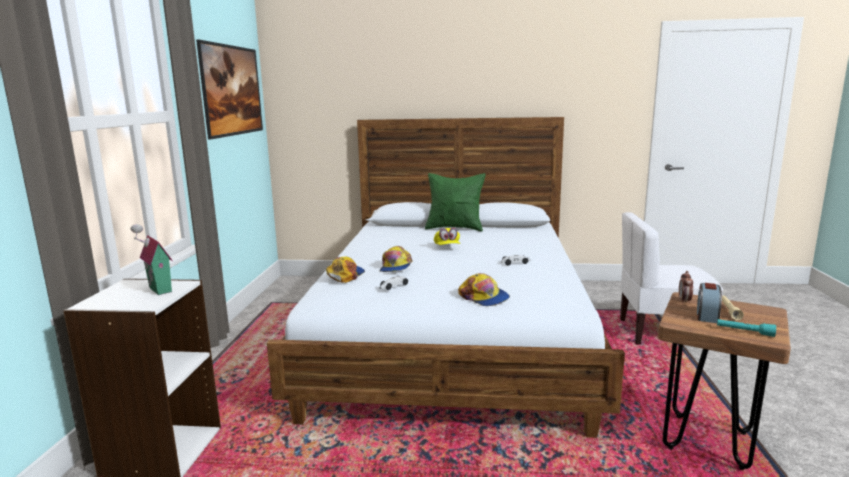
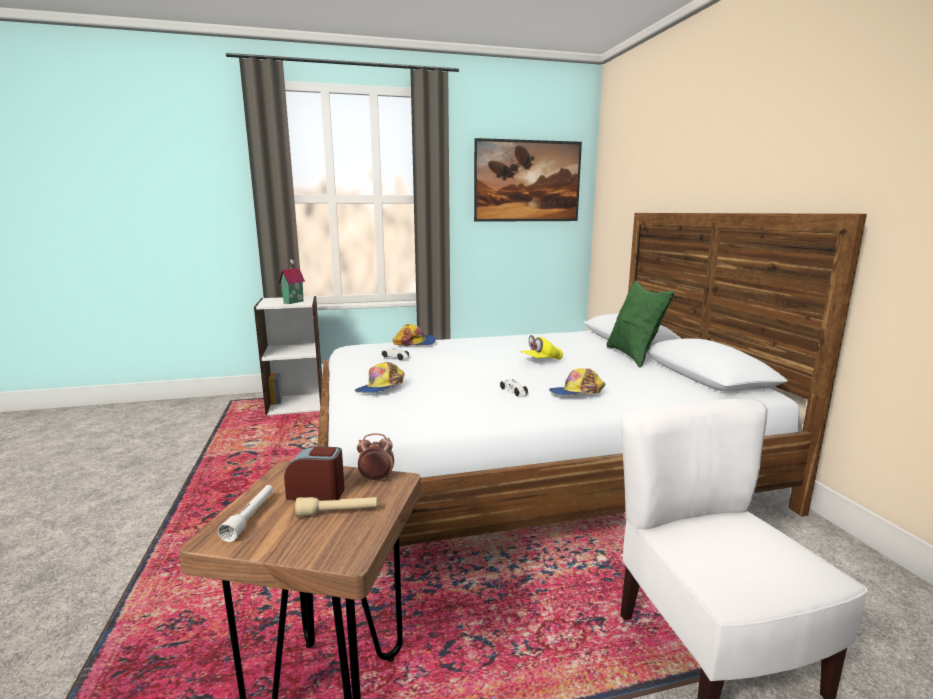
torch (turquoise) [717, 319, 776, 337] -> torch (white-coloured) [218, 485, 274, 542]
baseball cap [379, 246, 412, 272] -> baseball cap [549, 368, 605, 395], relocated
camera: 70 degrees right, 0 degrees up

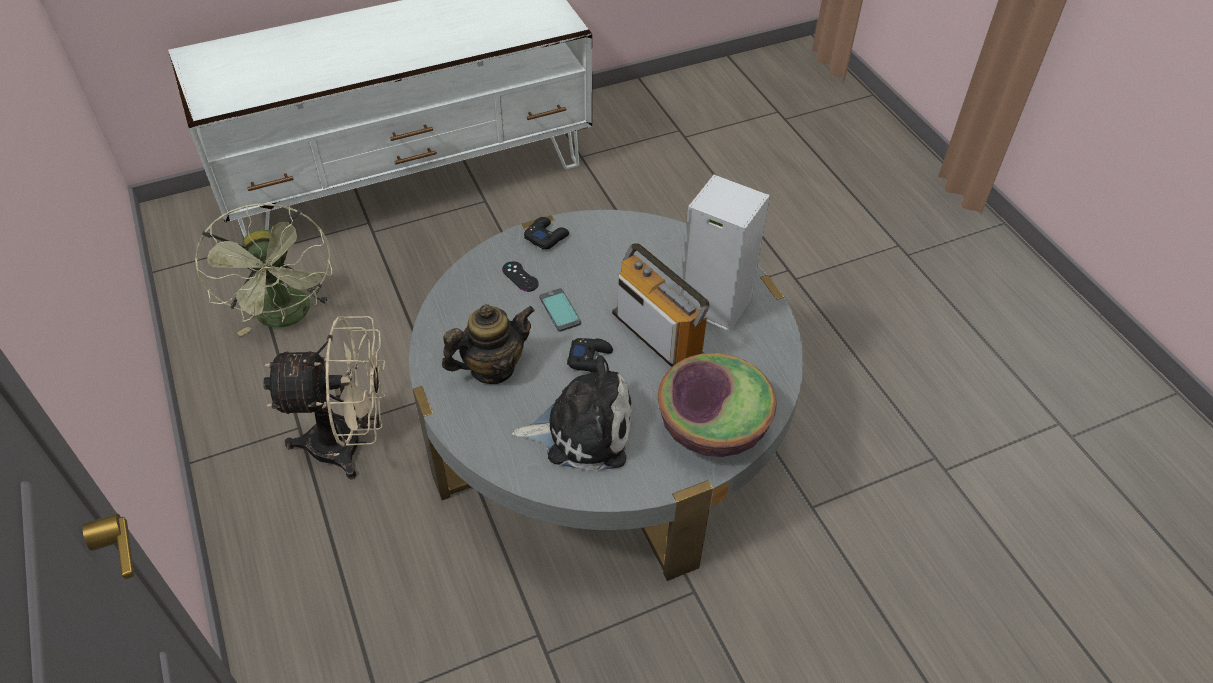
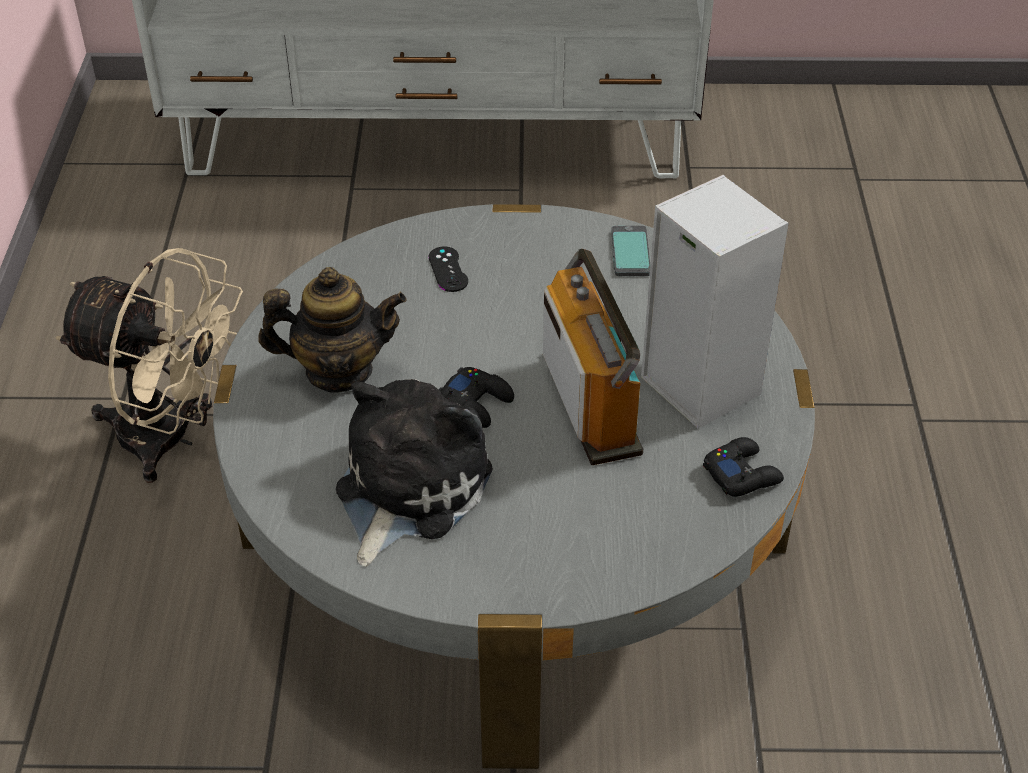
soft toy [512, 355, 632, 472] -> soft toy [336, 379, 493, 567], 90 degrees counterclockwise
telephone [540, 288, 581, 332] -> telephone [611, 226, 650, 276], relocated
gamepad (black) [524, 217, 569, 249] -> gamepad (black) [703, 437, 784, 497], relocated
cooling fan (green-coloured) [195, 203, 333, 336] -> none
serving bowl [658, 353, 777, 457] -> none
camera: 25 degrees right, 5 degrees down

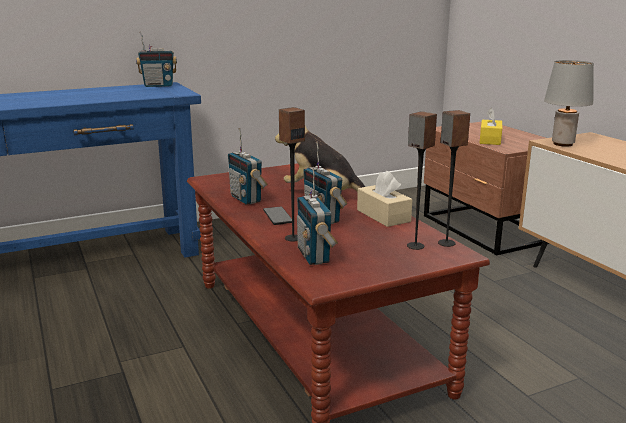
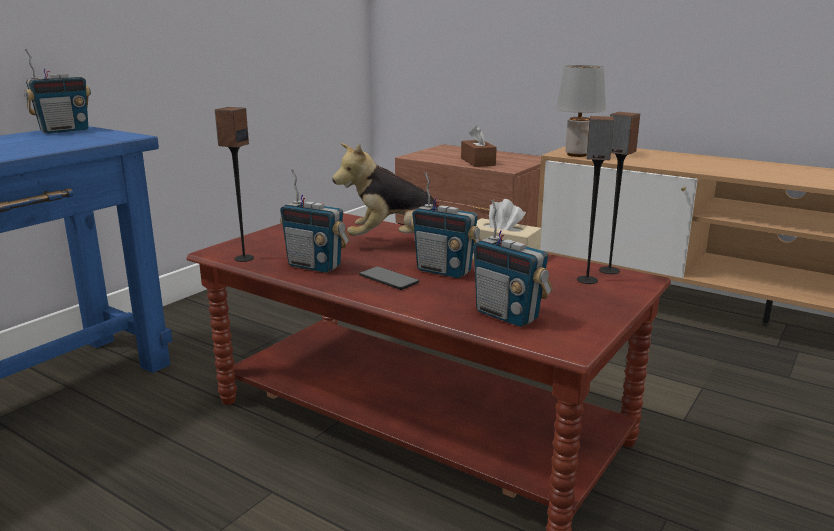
loudspeaker [279, 107, 305, 242] -> loudspeaker [215, 107, 254, 262], relocated
tissue holder (yellow) [480, 108, 502, 145] -> tissue holder (brownish) [461, 126, 497, 167]
camera: 30 degrees left, 0 degrees up

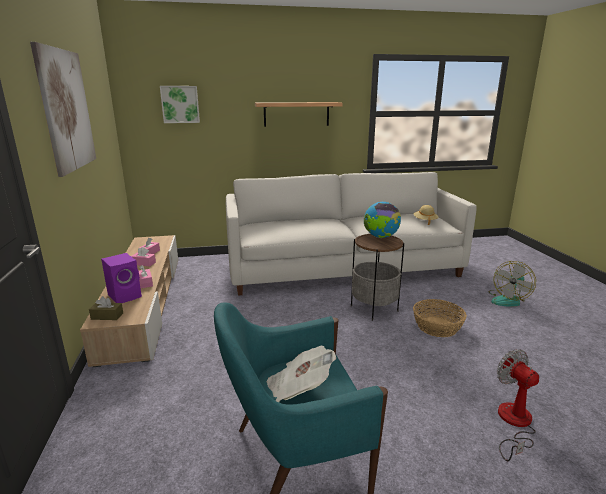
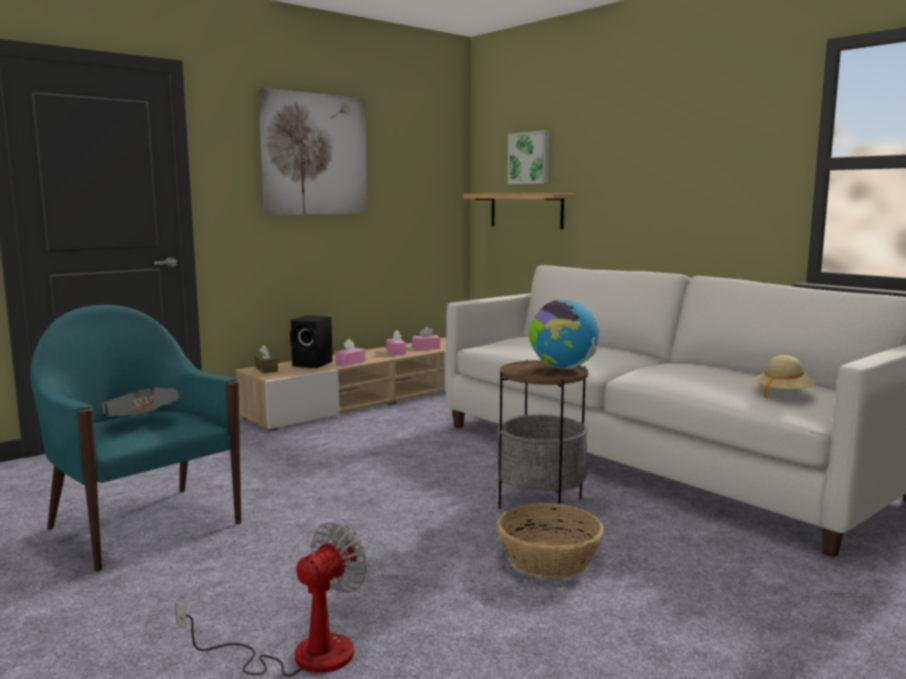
loudspeaker (purple-coloured) [101, 253, 142, 303] -> loudspeaker (black) [290, 315, 333, 368]
shelf [255, 102, 343, 127] -> shelf [463, 193, 574, 229], relocated
cooling fan [489, 261, 536, 307] -> none
camera: 60 degrees right, 10 degrees down

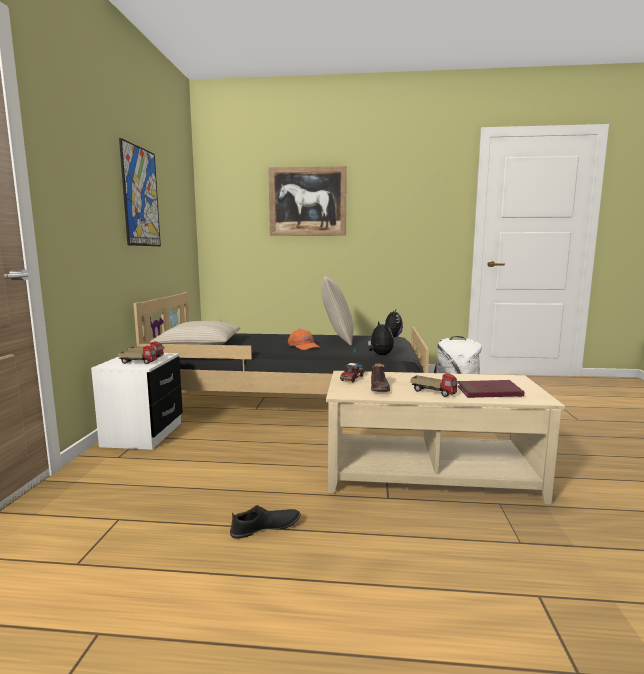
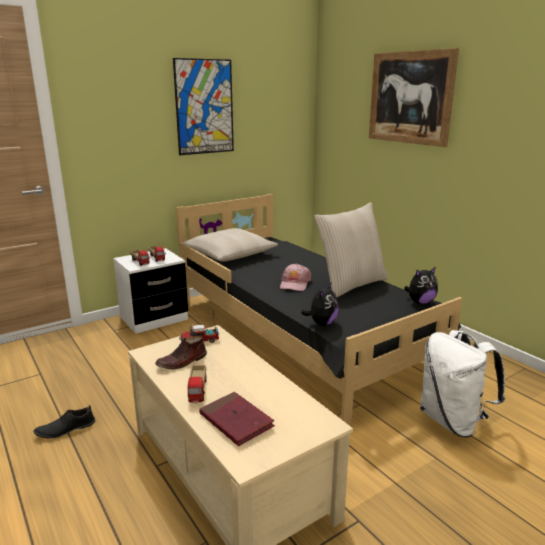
item of footwear (black) [230, 505, 300, 539] -> item of footwear (black) [33, 405, 95, 438], 120 degrees clockwise
baseball cap (orange-coloured) [288, 329, 320, 350] -> baseball cap (pinkish) [280, 263, 311, 291]
camera: 50 degrees right, 10 degrees up

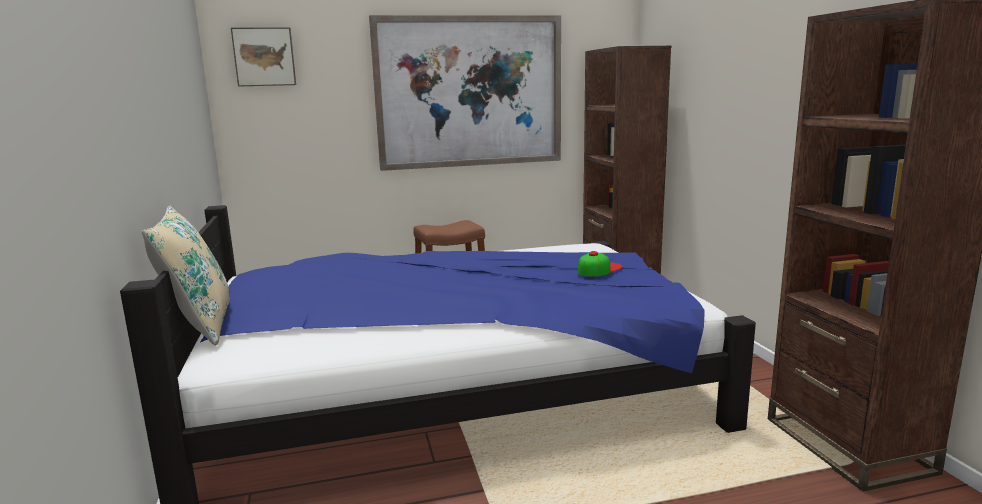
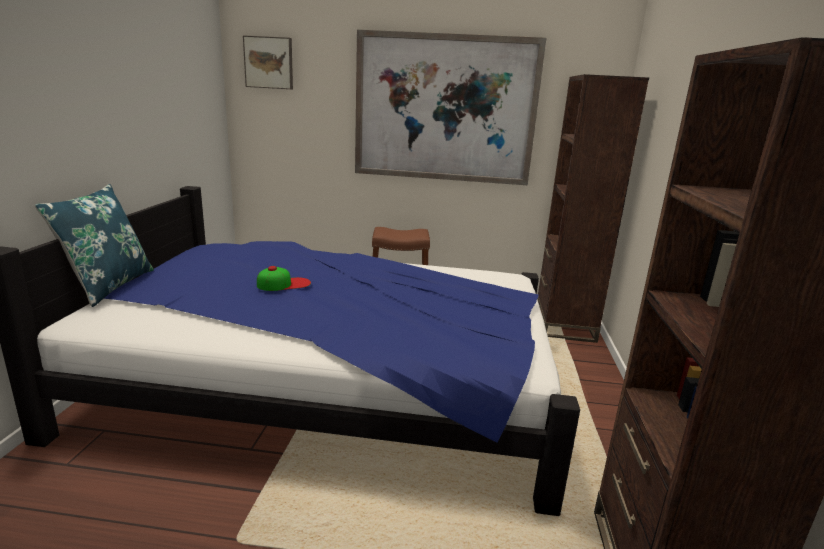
pillow (sand-coloured) [142, 206, 230, 346] -> pillow (bluish) [35, 184, 154, 307]
baseball cap [578, 251, 623, 277] -> baseball cap [257, 266, 311, 291], relocated
camera: 20 degrees right, 5 degrees up

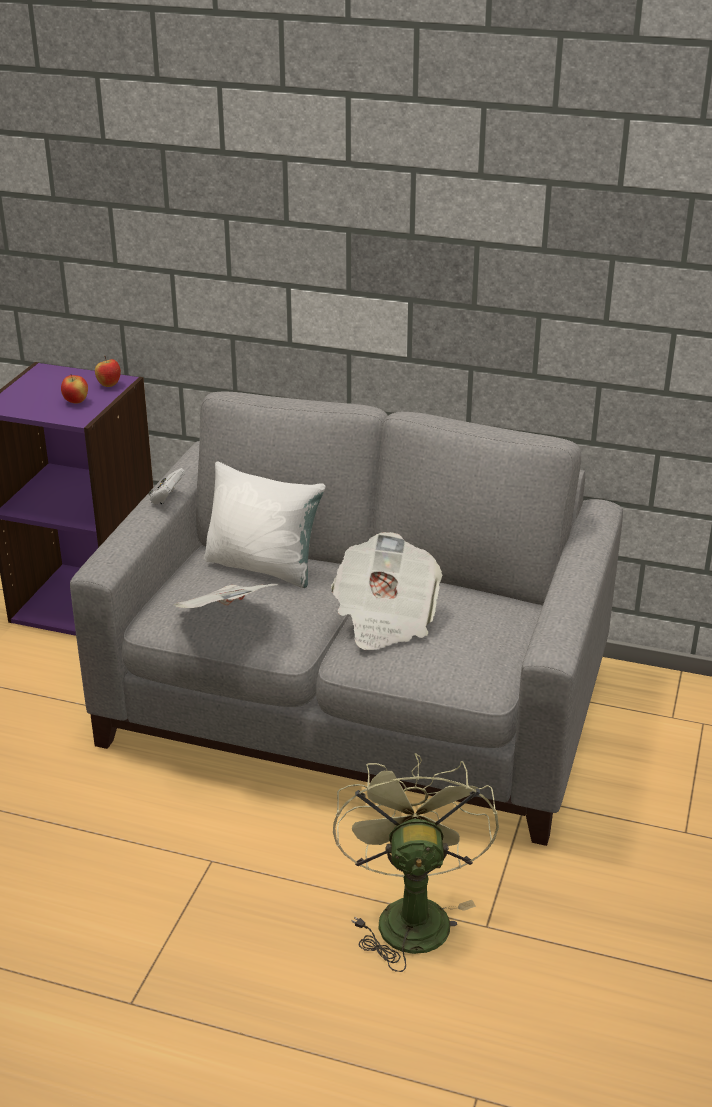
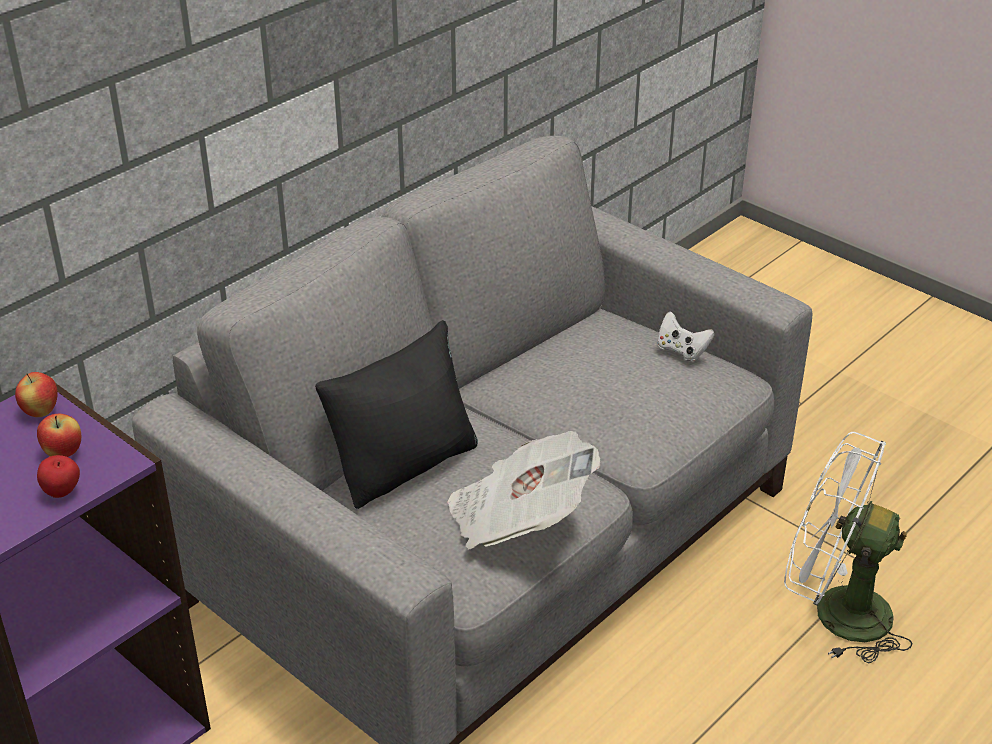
none -> apple fruit [37, 455, 80, 498]
pillow (white-coloured) [204, 461, 326, 588] -> pillow (black) [315, 320, 478, 509]
gamepad (white-coloured) [149, 468, 185, 505] -> gamepad (white-coloured) [657, 311, 714, 361], relocated
cooling fan (green-coloured) [333, 753, 499, 972] -> cooling fan (white-coloured) [784, 432, 912, 664]
printed paper [331, 532, 442, 650] -> none
camera: 65 degrees left, 5 degrees up

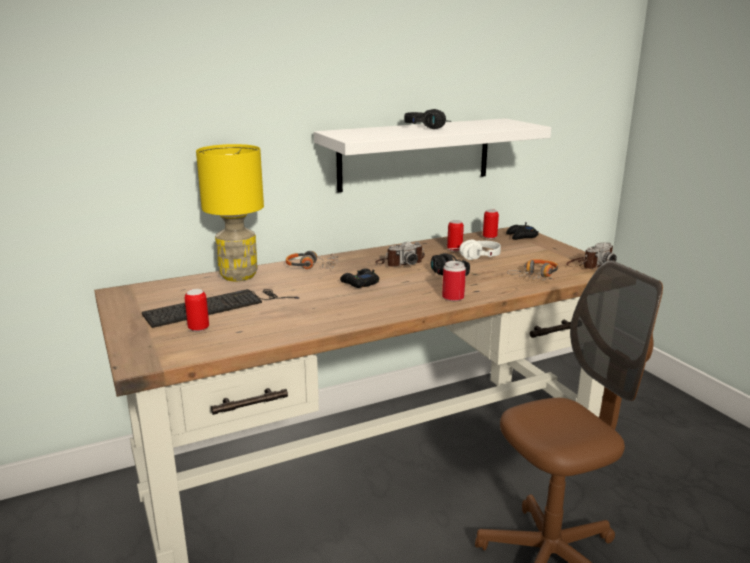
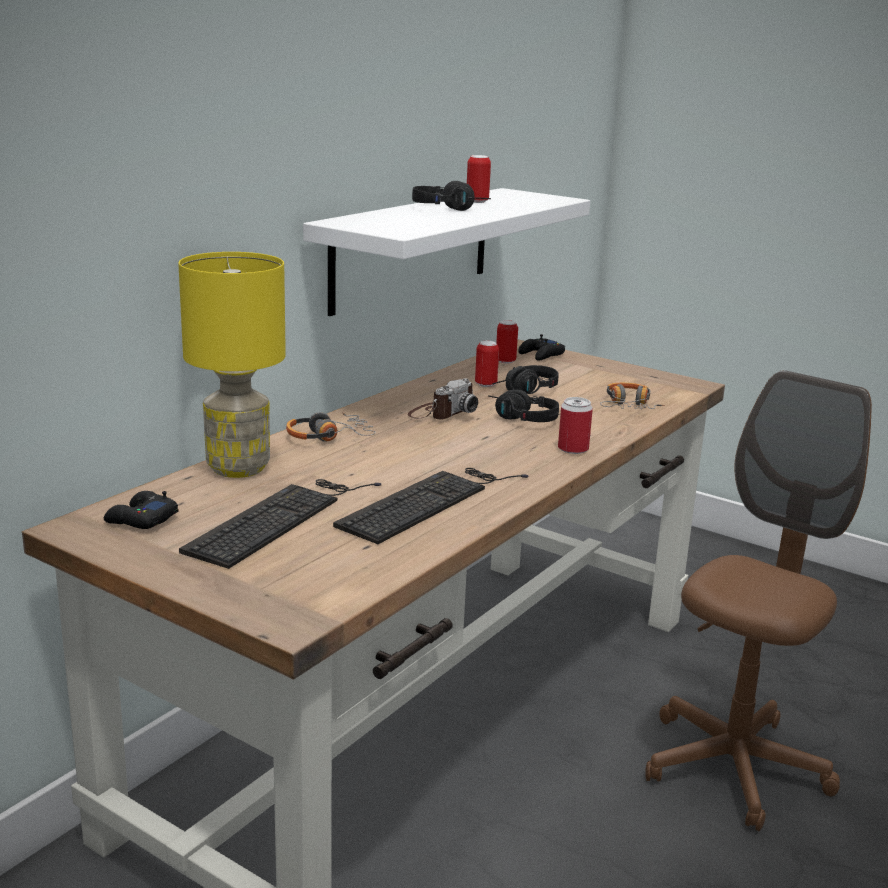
gamepad (black) [340, 268, 379, 288] -> gamepad (black) [104, 491, 178, 529], relocated
none -> computer keyboard [333, 468, 528, 544]
can [185, 289, 209, 332] -> can [467, 155, 491, 203], relocated
pair of headphones (white-coloured) [451, 239, 501, 260] -> pair of headphones (black) [492, 365, 559, 394]
photo camera [566, 242, 617, 269] -> none
camera: 30 degrees left, 0 degrees up

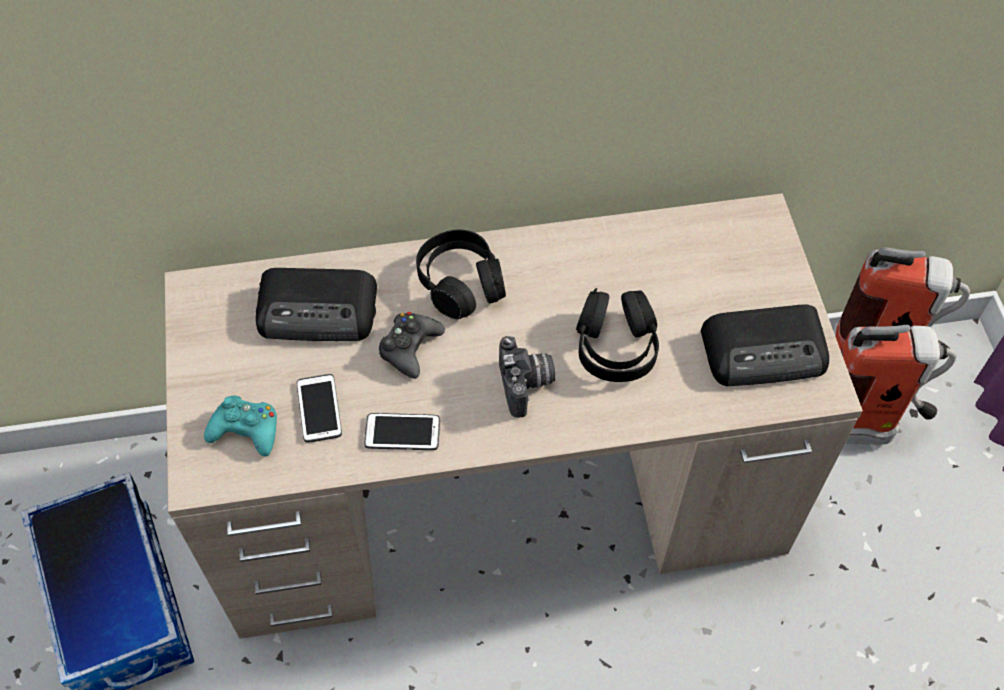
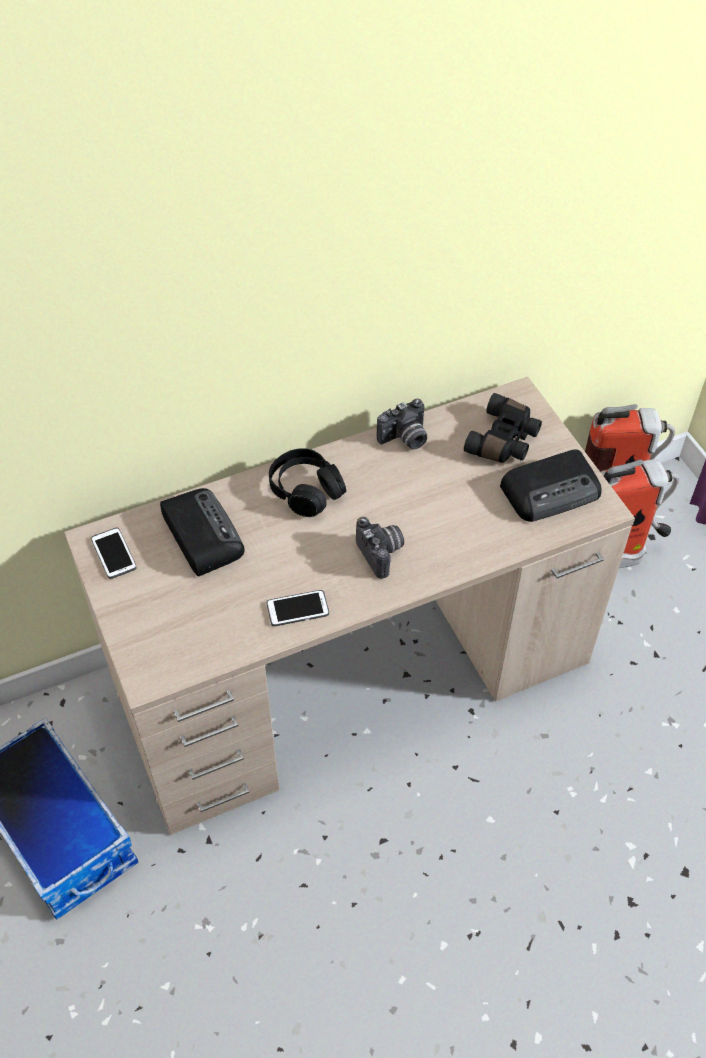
telephone [297, 374, 342, 443] -> telephone [91, 528, 137, 579], relocated
radio receiver [256, 268, 377, 341] -> radio receiver [160, 488, 245, 576], 105 degrees counterclockwise
none -> photo camera [377, 399, 427, 449]
none -> field glasses (black) [464, 393, 542, 463]
gamepad (turquoise) [204, 396, 277, 456] -> none
gamepad (black) [379, 312, 445, 379] -> none
pair of headphones (black) [576, 288, 659, 382] -> none
camera: 15 degrees left, 5 degrees down

